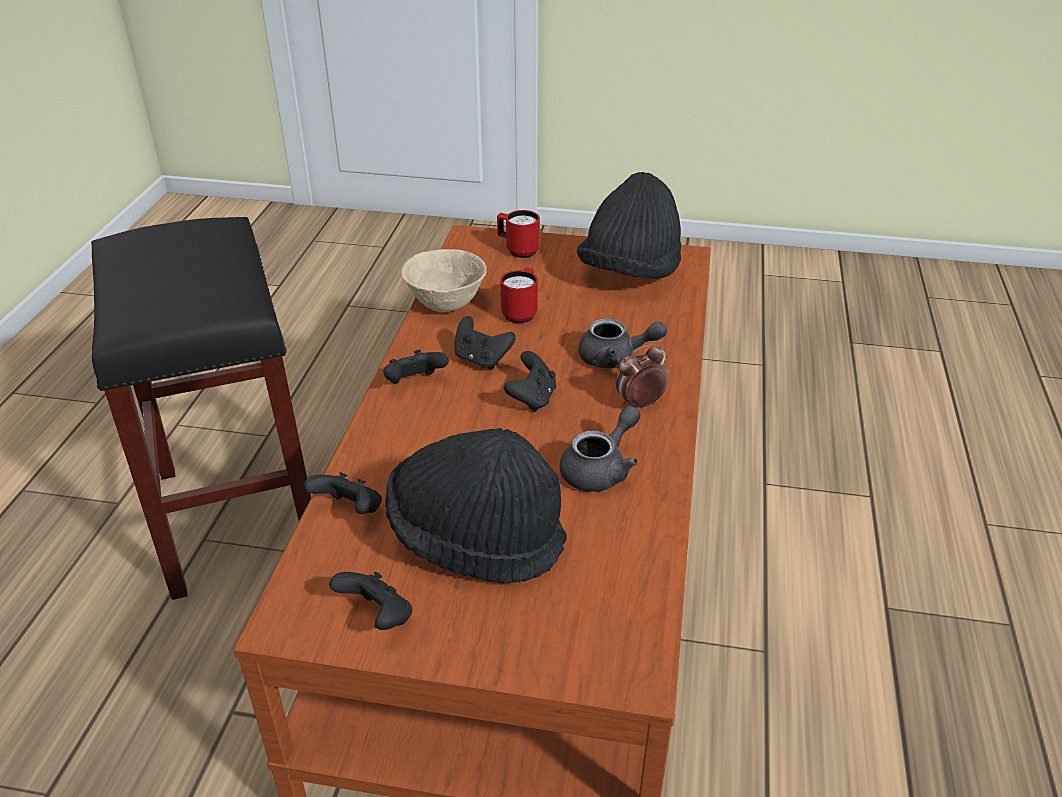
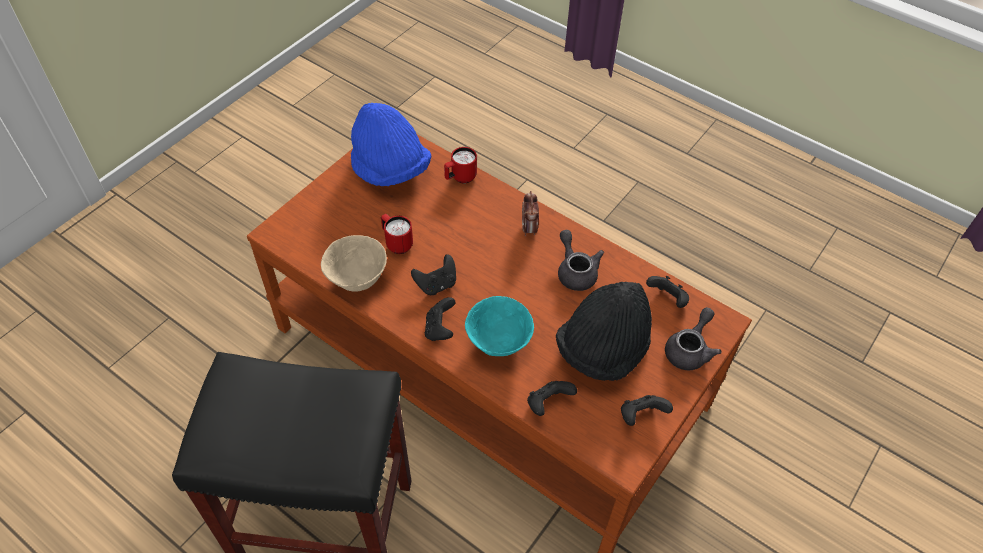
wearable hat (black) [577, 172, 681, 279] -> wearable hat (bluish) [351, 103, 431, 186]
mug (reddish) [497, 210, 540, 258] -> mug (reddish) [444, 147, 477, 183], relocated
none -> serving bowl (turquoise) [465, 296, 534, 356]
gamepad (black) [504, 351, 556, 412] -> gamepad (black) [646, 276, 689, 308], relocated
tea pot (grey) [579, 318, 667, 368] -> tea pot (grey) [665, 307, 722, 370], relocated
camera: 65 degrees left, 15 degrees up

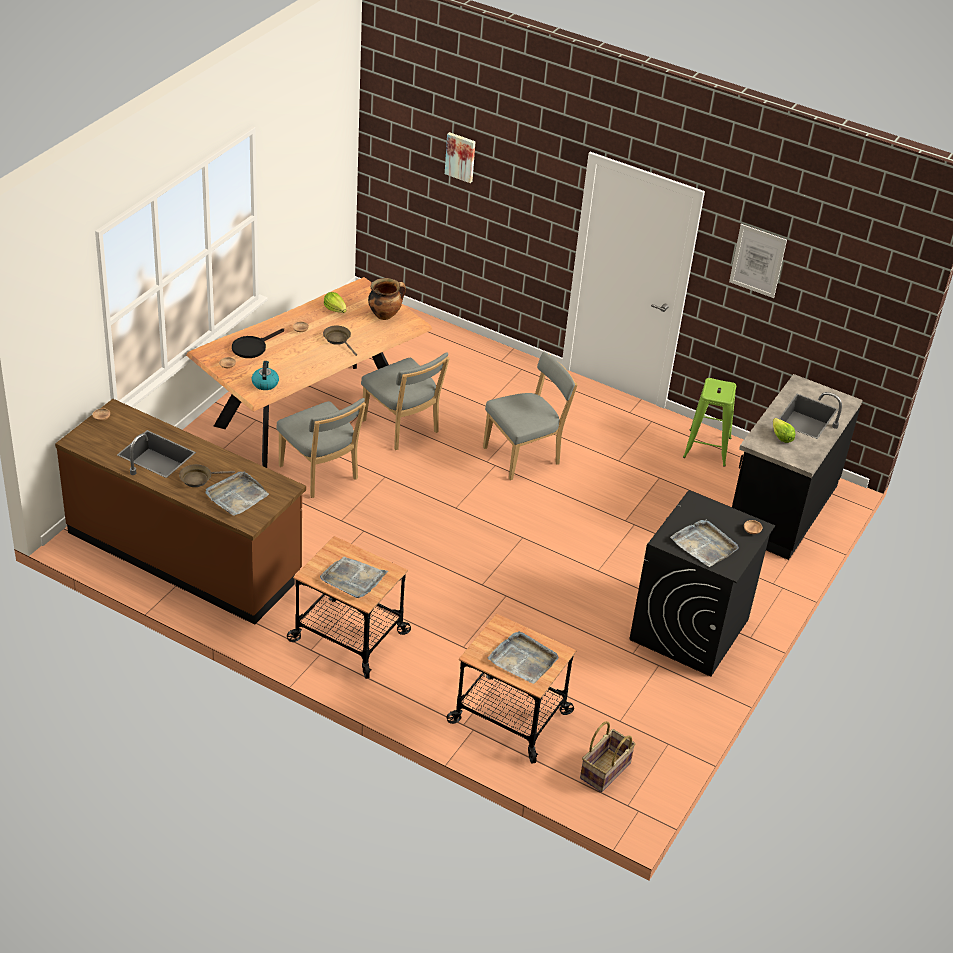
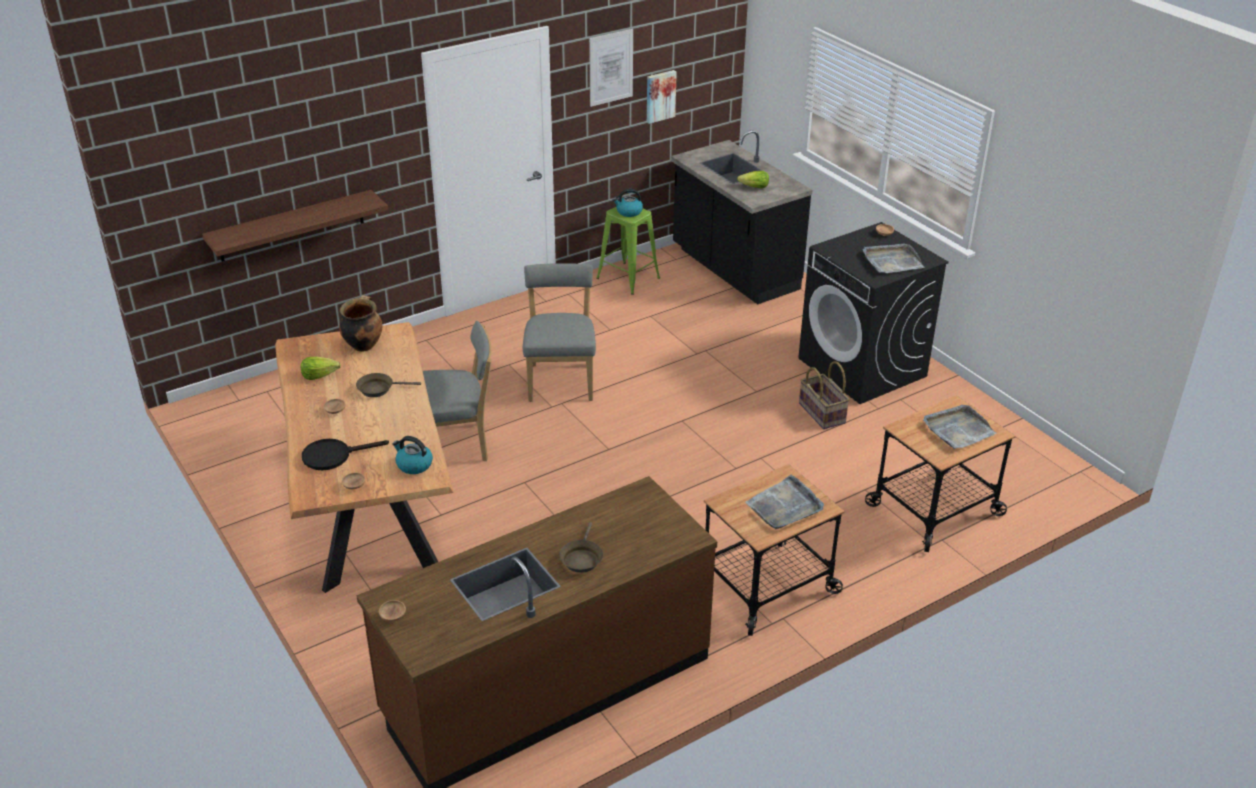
none -> shelf [202, 190, 388, 262]
skillet (black) [232, 328, 284, 358] -> skillet (black) [302, 439, 389, 470], 90 degrees clockwise
none -> kettle [612, 189, 643, 217]
wall picture [445, 132, 476, 183] -> wall picture [647, 70, 677, 124], relocated
household basket [580, 721, 636, 792] -> household basket [799, 361, 850, 429], relocated
serving tray (grey) [205, 472, 269, 516] -> none
plain chair (grey) [276, 398, 366, 498] -> none
camera: 60 degrees left, 5 degrees down

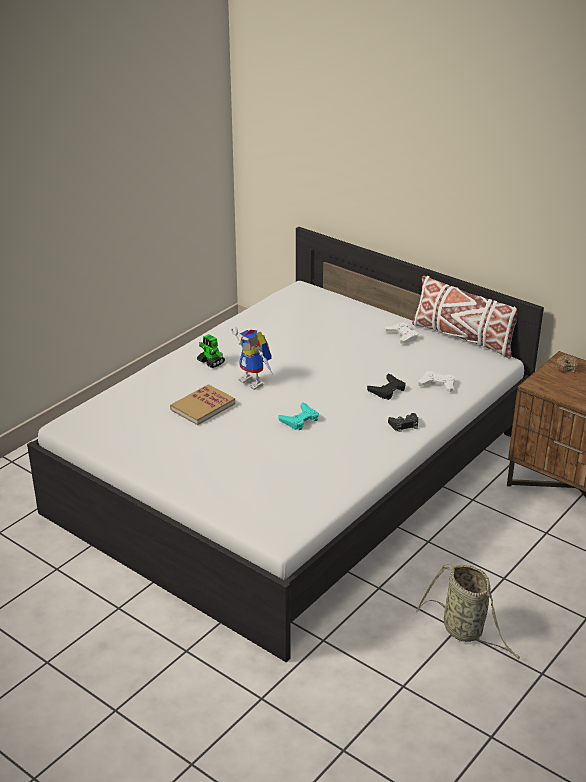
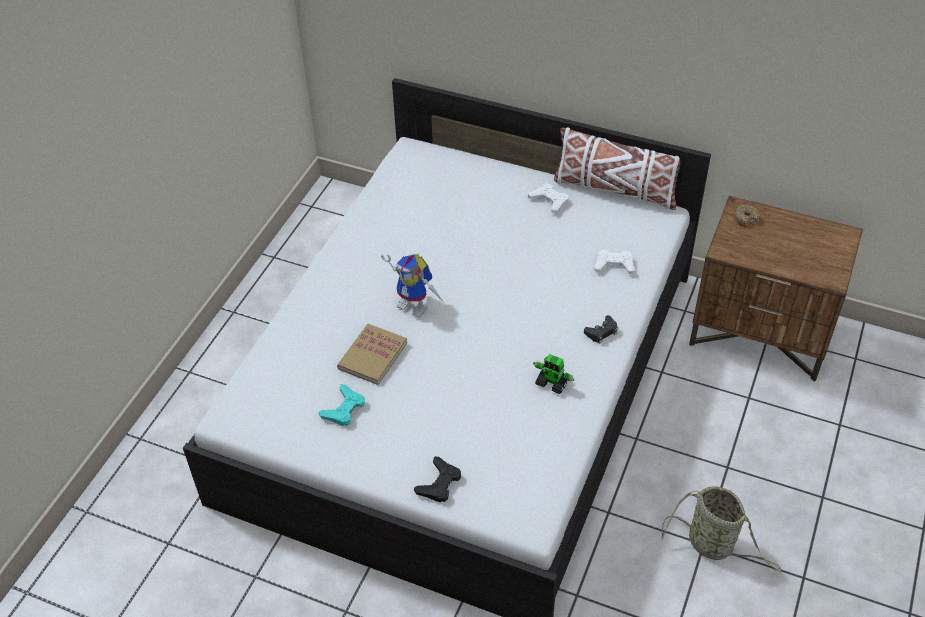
gamepad (turquoise) [278, 402, 319, 430] -> gamepad (turquoise) [319, 384, 365, 426], relocated
gamepad (black) [367, 373, 406, 400] -> gamepad (black) [414, 456, 461, 503], relocated
model robot [197, 334, 225, 368] -> model robot [533, 354, 575, 394], relocated
camera: 15 degrees left, 15 degrees up

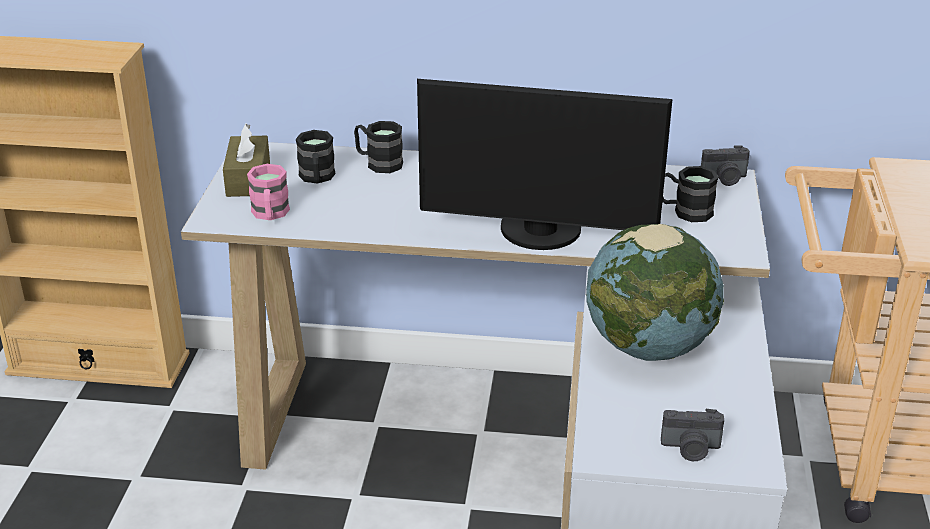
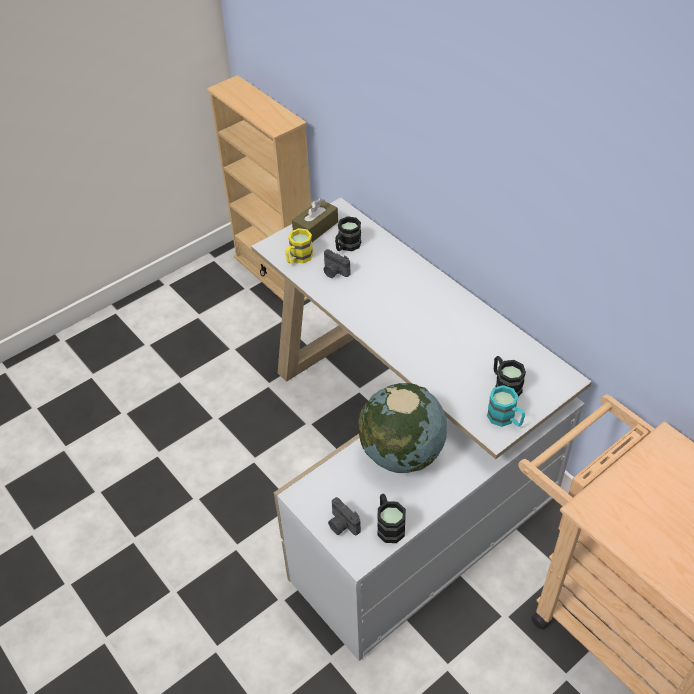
mug (pinkish) [247, 164, 290, 220] -> mug (yellow) [285, 228, 313, 264]
photo camera [701, 145, 750, 186] -> photo camera [324, 249, 351, 278], relocated
mug (black) [354, 121, 403, 173] -> mug (black) [377, 494, 406, 543], relocated
none -> mug (turquoise) [487, 385, 525, 427]
monitor [417, 79, 673, 250] -> none
camera: 45 degrees right, 15 degrees up

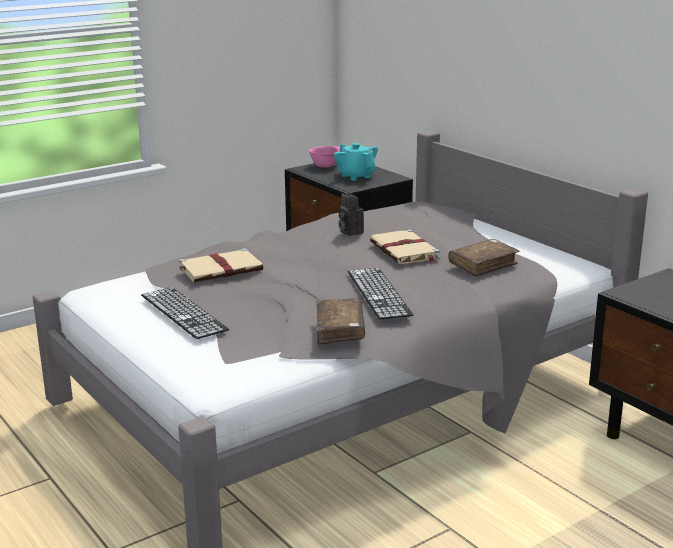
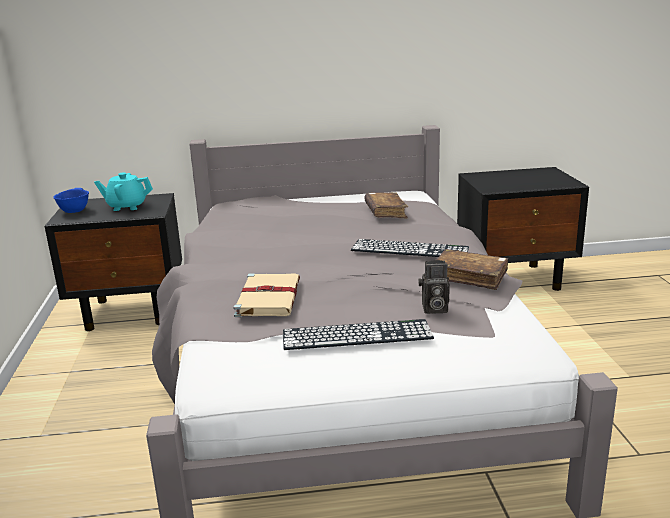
serving bowl (pinkish) [309, 146, 341, 168] -> serving bowl (bluish) [53, 188, 89, 213]
photo camera [338, 193, 364, 236] -> photo camera [418, 260, 450, 314], relocated
volume (sand-coloured) [370, 229, 440, 264] -> none
camera: 60 degrees left, 0 degrees up

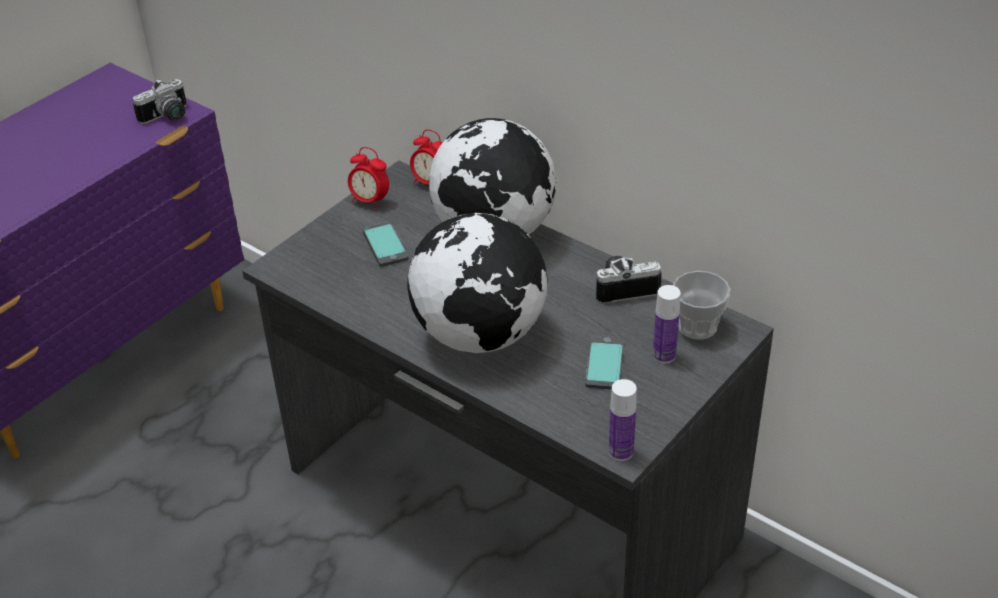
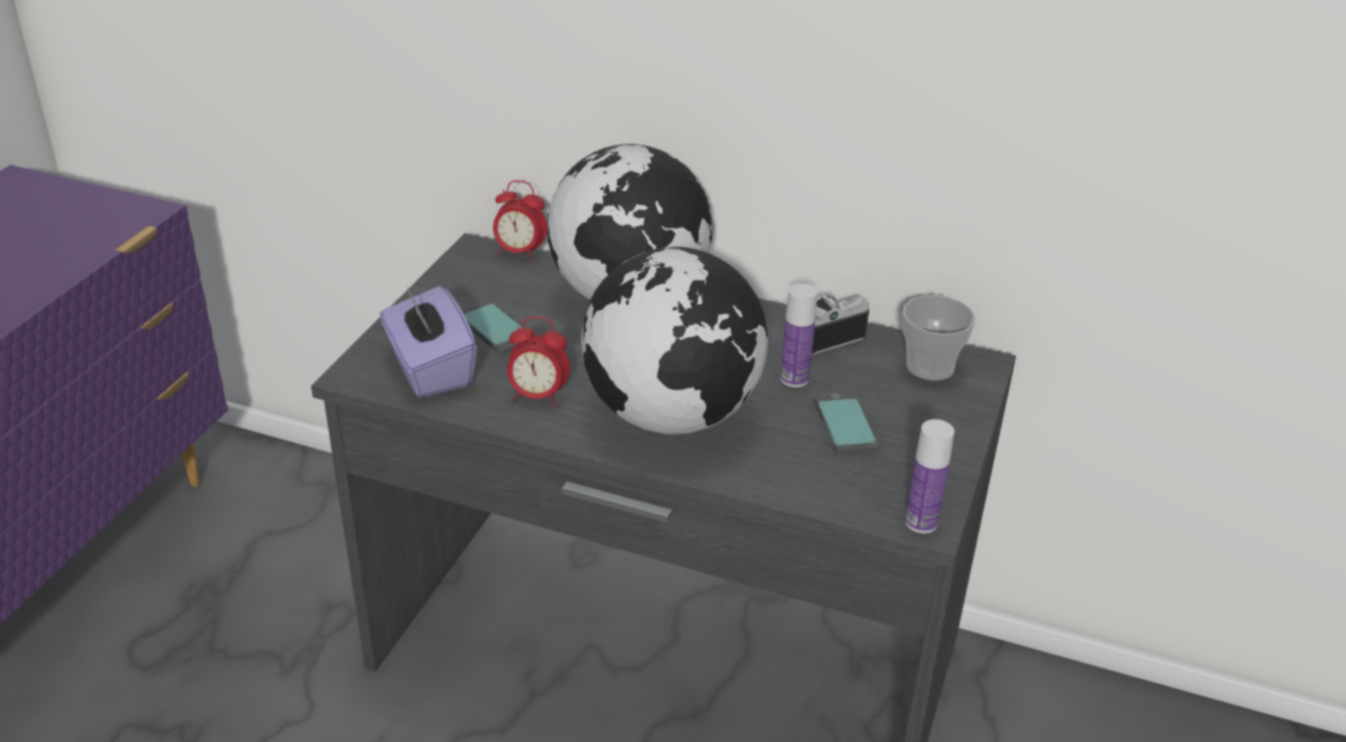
none -> tissue holder (purple-coloured) [380, 286, 477, 398]
bedside clock [348, 147, 389, 210] -> bedside clock [507, 316, 570, 407], relocated
beverage bottle [653, 285, 681, 364] -> beverage bottle [780, 283, 817, 387], relocated
photo camera [133, 79, 186, 124] -> none
camera: 20 degrees left, 5 degrees down

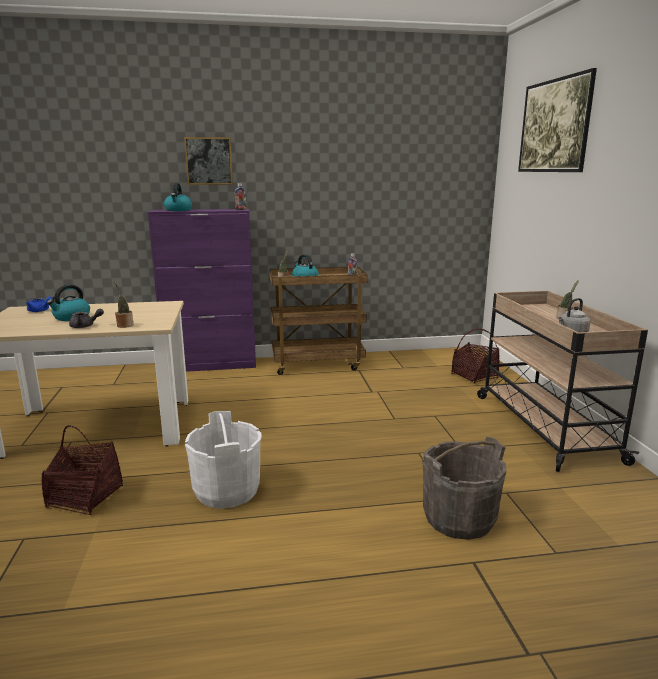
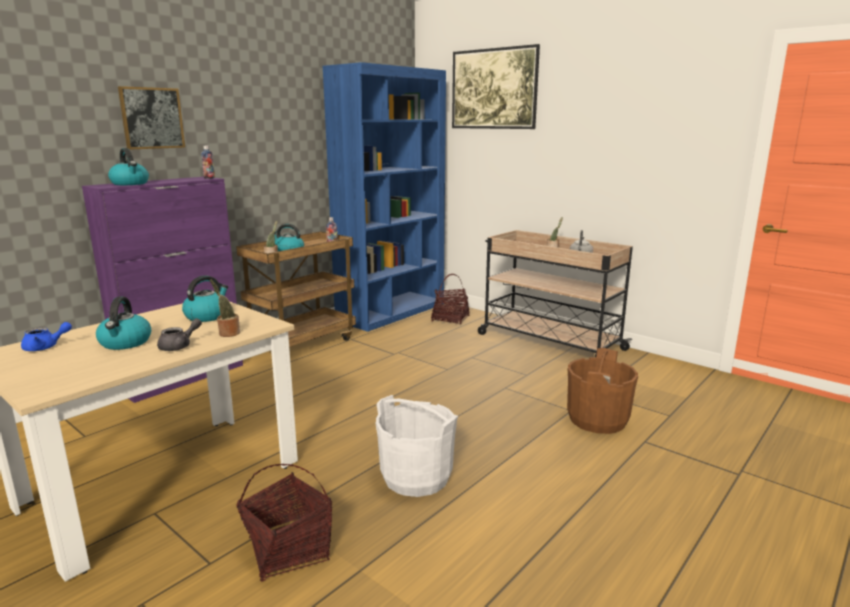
none -> kettle [182, 275, 228, 322]
none -> shelving unit (bluish) [323, 62, 446, 332]
pail (grey) [422, 437, 506, 540] -> pail (brownish) [567, 348, 638, 434]
camera: 40 degrees left, 0 degrees up

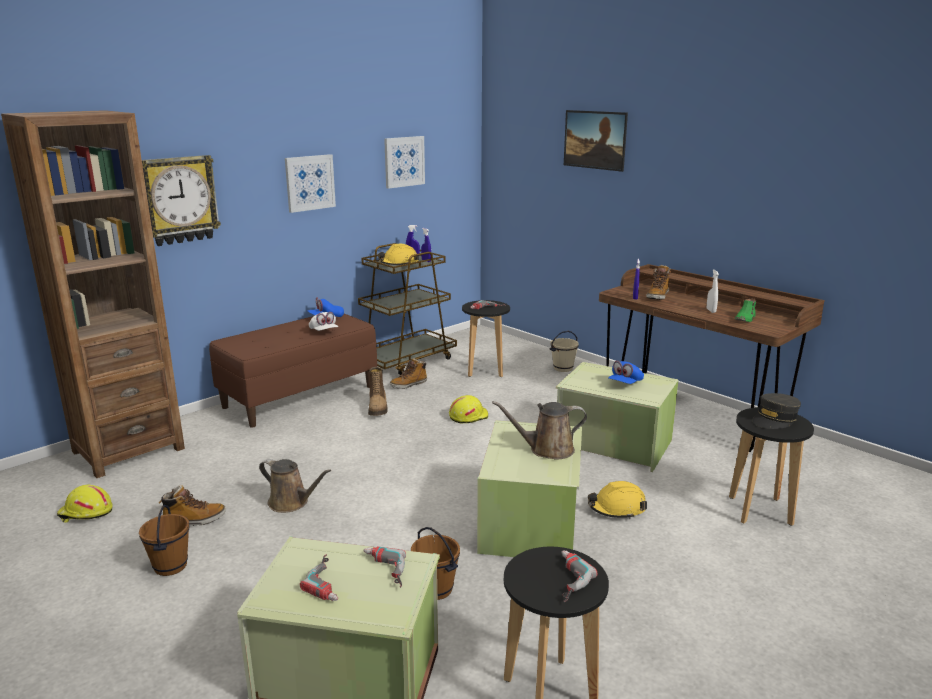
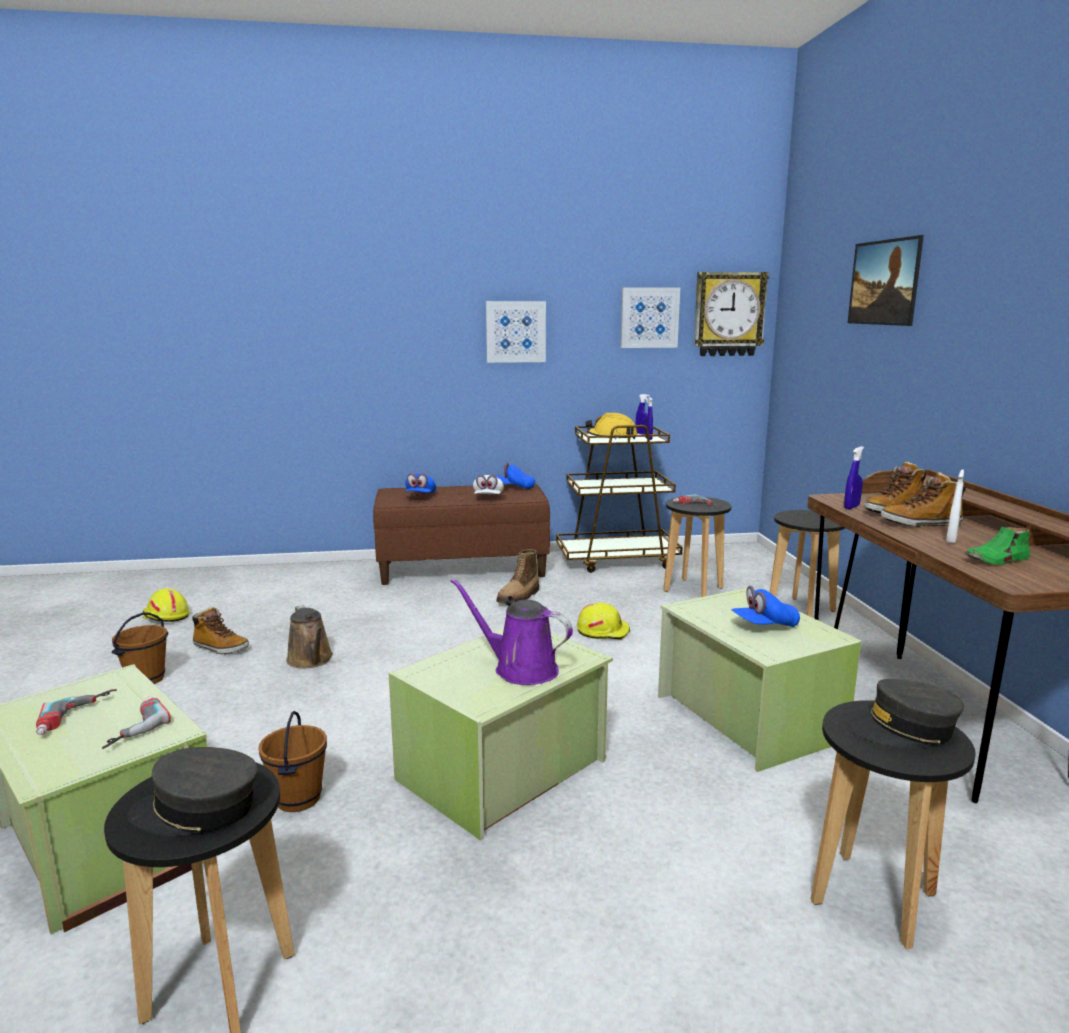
drill [561, 550, 597, 602] -> baseball cap (grey) [128, 747, 257, 836]
none -> baseball cap (bluish) [404, 473, 436, 493]
watering can (brownish) [492, 401, 587, 459] -> watering can (purple-coloured) [450, 578, 573, 685]
clock on the wall [142, 155, 221, 246] -> clock on the wall [694, 272, 769, 356], relocated
pail (sand-coloured) [550, 331, 579, 372] -> stool (black) [770, 510, 845, 617]
tall boot [390, 358, 427, 389] -> tall boot [881, 472, 967, 527], relocated
shelving unit (brownish) [1, 110, 185, 478] -> none
safety helmet (yellow) [588, 481, 647, 519] -> none
camera: 35 degrees right, 5 degrees down

